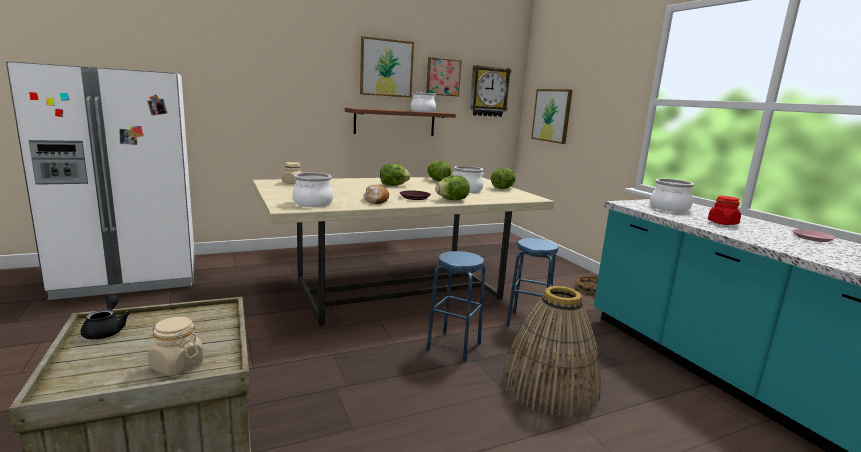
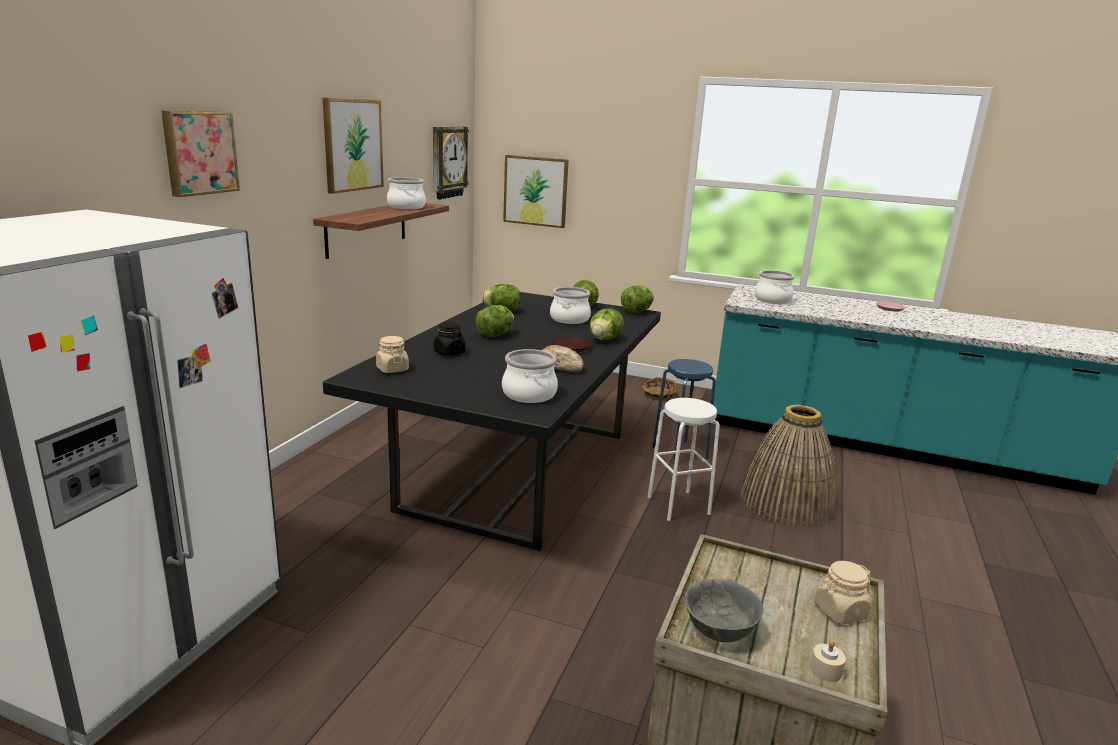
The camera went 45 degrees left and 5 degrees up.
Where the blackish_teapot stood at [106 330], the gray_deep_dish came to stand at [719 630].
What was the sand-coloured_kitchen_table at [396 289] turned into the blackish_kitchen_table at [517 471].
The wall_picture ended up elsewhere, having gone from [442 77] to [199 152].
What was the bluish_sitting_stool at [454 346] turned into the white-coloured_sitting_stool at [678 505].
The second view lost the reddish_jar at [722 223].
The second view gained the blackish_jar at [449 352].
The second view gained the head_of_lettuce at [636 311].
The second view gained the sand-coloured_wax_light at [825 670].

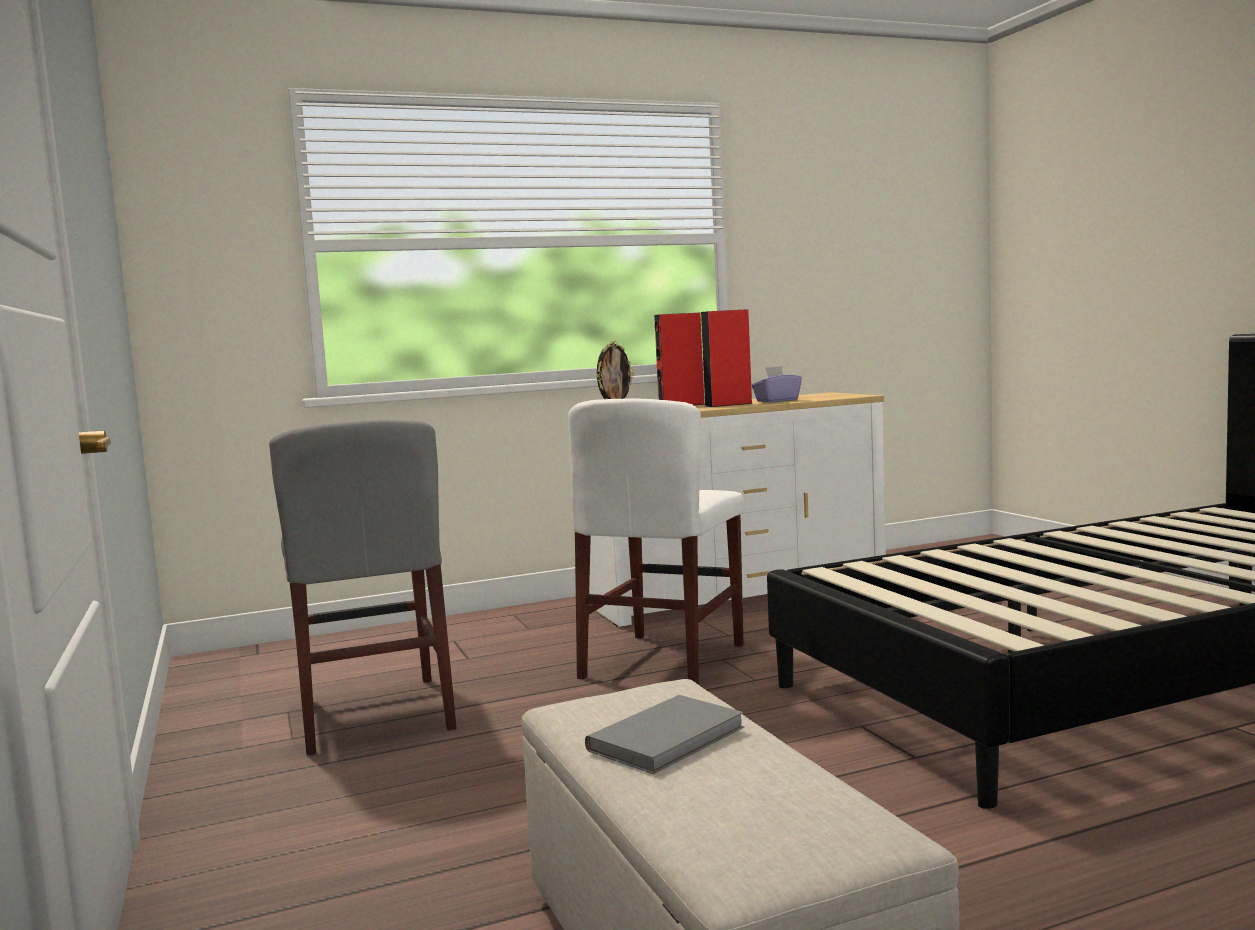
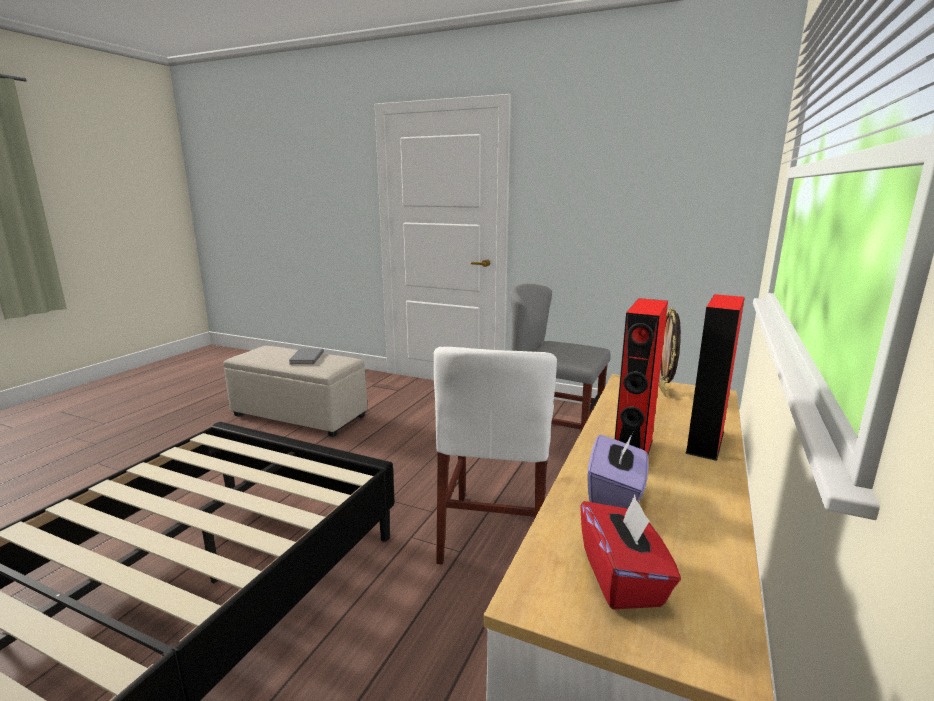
The camera went 135 degrees right and 10 degrees up.
The white-coloured_plain_chair at [664 661] ended up facing another way, 150 degrees counterclockwise from before.
The second view gained the reddish_tissue_box at [623 578].

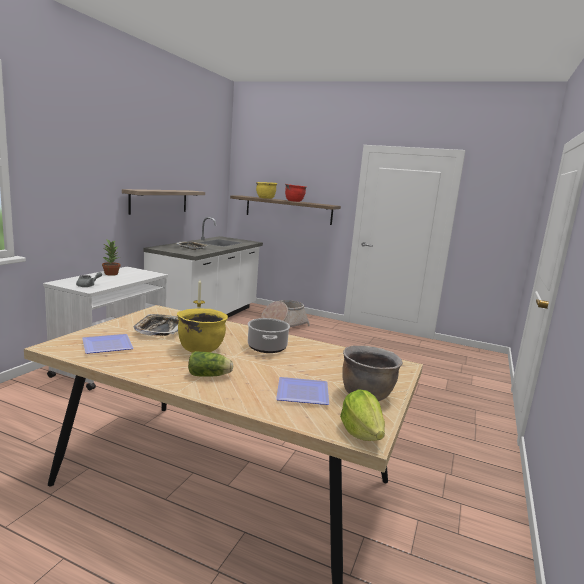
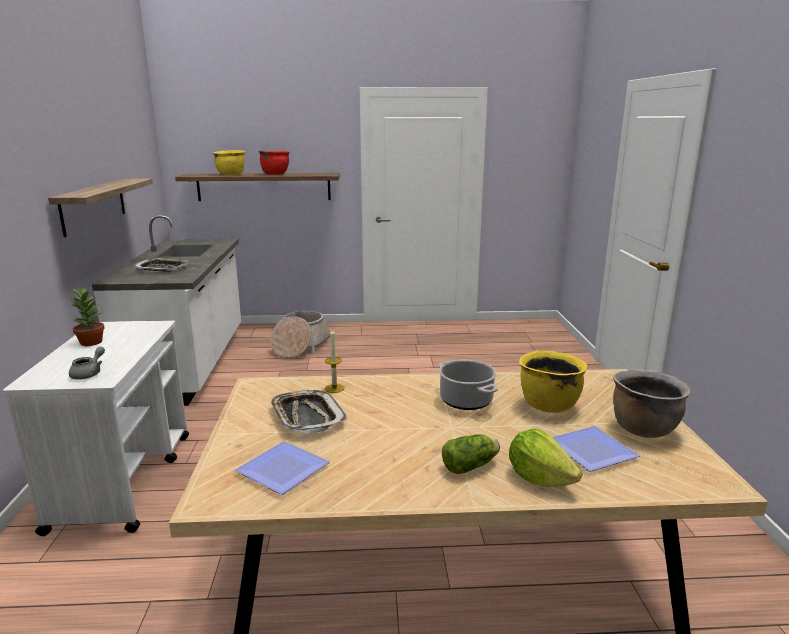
The camera went 25 degrees left and 5 degrees up.
The yellow_saucepot ended up elsewhere, having gone from [201 349] to [548 405].
The head_of_lettuce ended up elsewhere, having gone from [361 433] to [539 478].

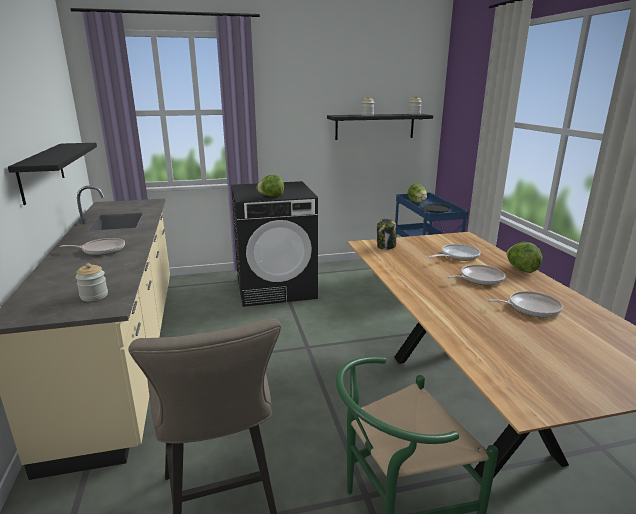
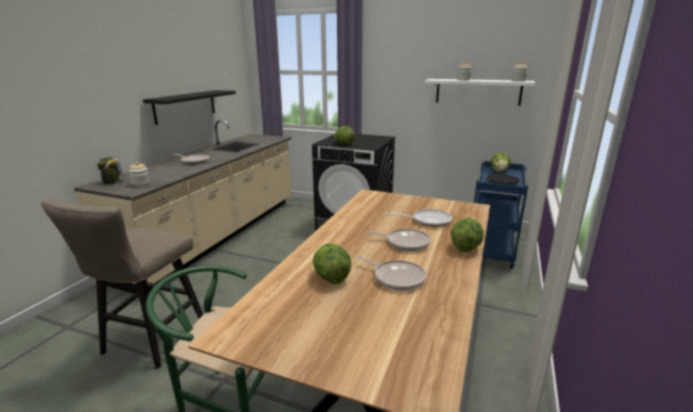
The camera went 35 degrees right and 0 degrees up.
What was the blackish_shelf at [375 126] turned into the white-coloured_shelf at [478 91].
The jar ended up elsewhere, having gone from [386 246] to [113 182].
The second view gained the head_of_lettuce at [330 277].

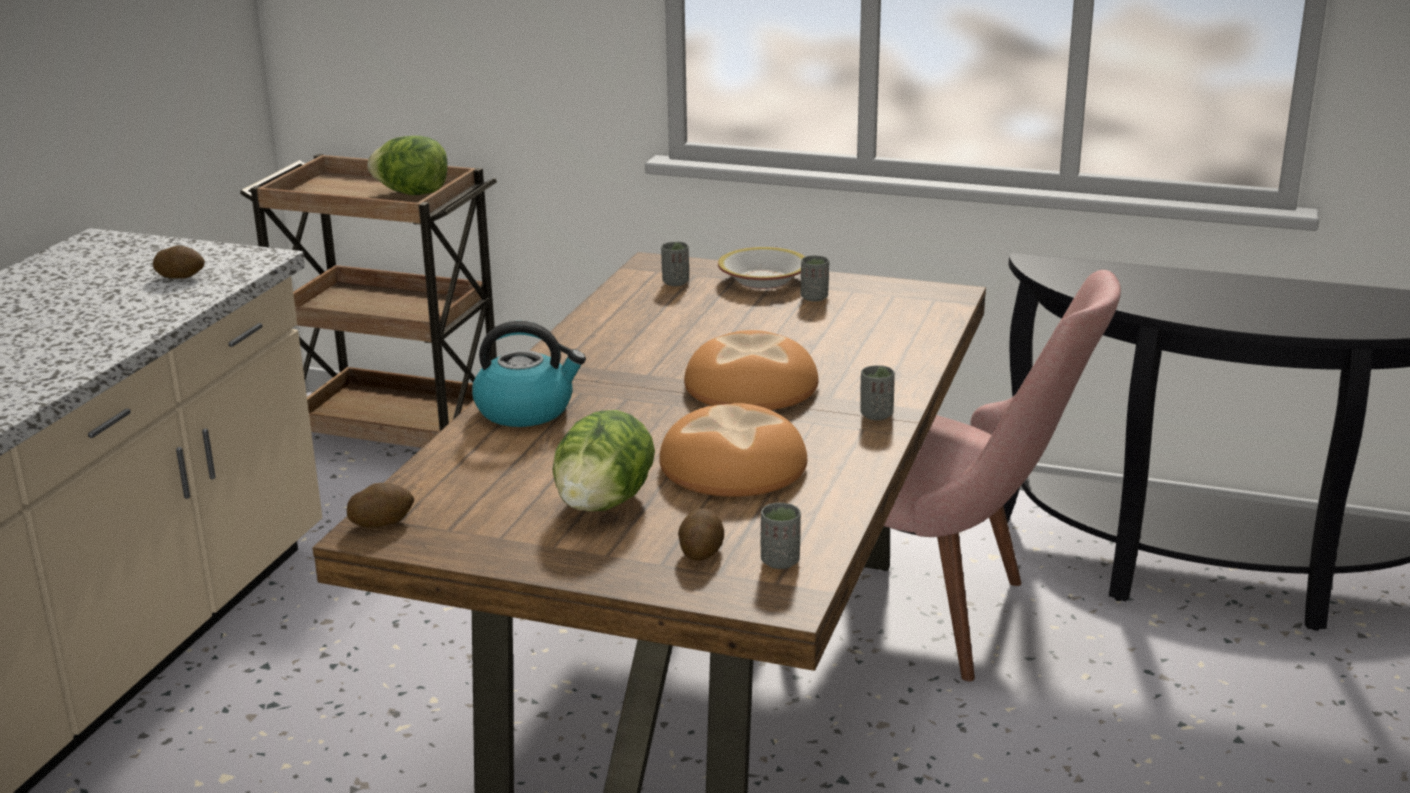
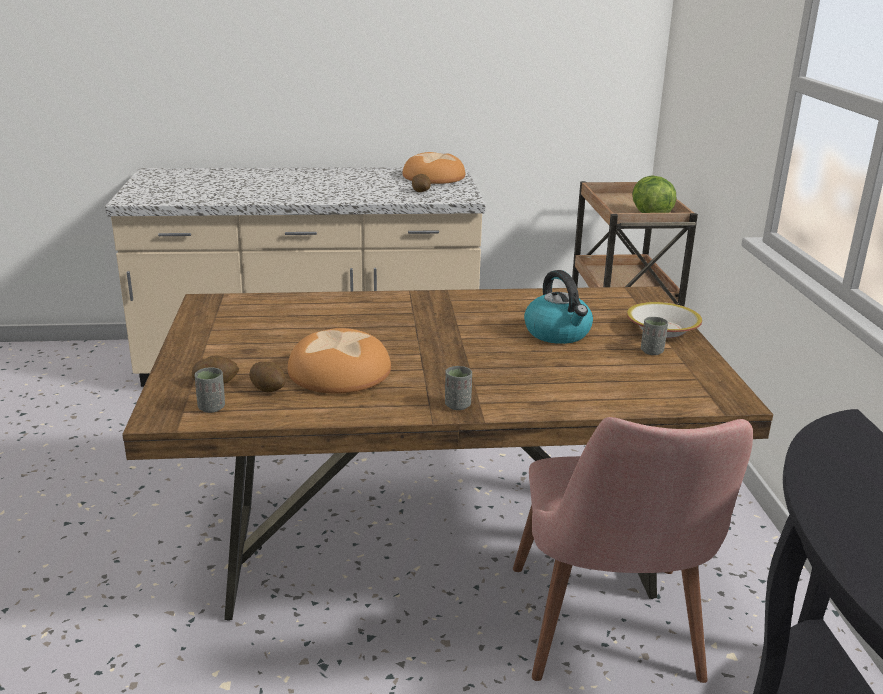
The camera went 65 degrees right and 0 degrees up.
The spud ended up elsewhere, having gone from [382 522] to [268 388].
The water_kettle ended up elsewhere, having gone from [526 410] to [558 333].
The second view lost the head_of_lettuce at [603 503].
The second view lost the gray_cup at [675 282].
The bakery_bread ended up elsewhere, having gone from [750 387] to [433 177].

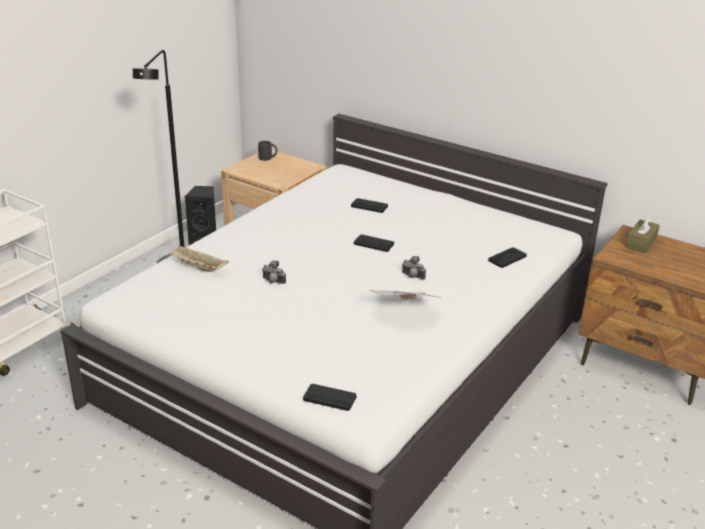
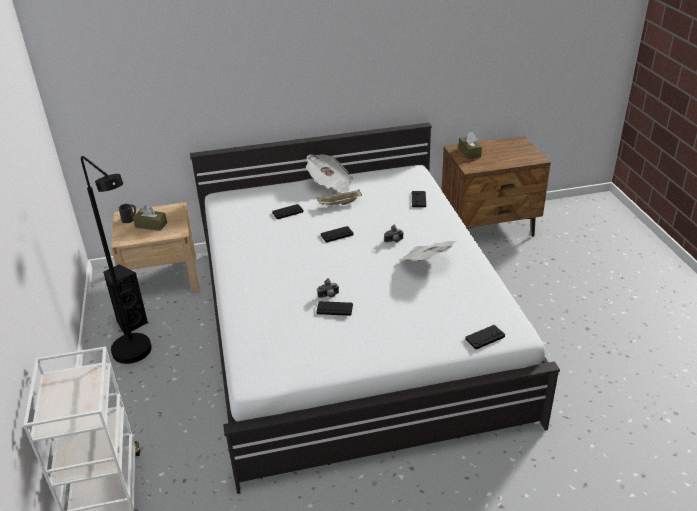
The camera went 45 degrees left and 5 degrees up.
The sand-coloured_carrying_tray ended up elsewhere, having gone from [198 267] to [339 204].
The second view gained the brown_tissue_box at [151 225].
The second view gained the printed_paper at [330 184].
The second view gained the blackish_joypad at [334 309].

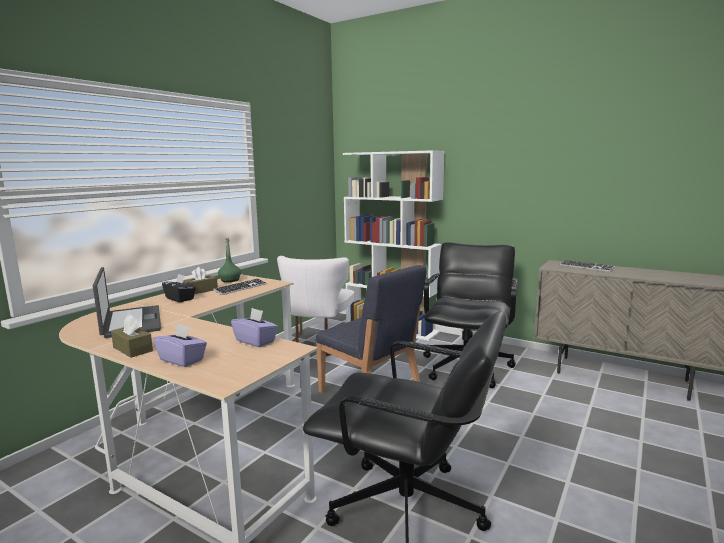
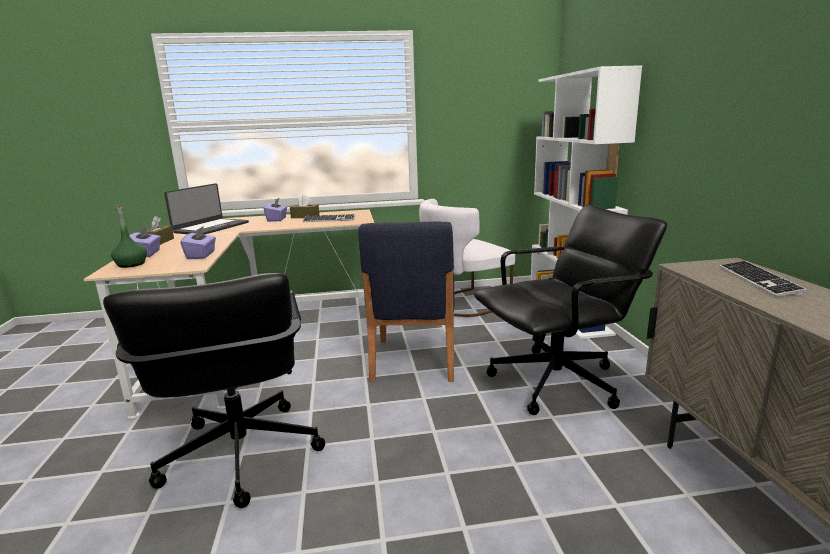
The camera went 50 degrees right and 5 degrees up.
What was the blackish_tissue_box at [180 299] turned into the purplish_tissue_box at [277 219].
The green_bottle ended up elsewhere, having gone from [230 280] to [131 264].

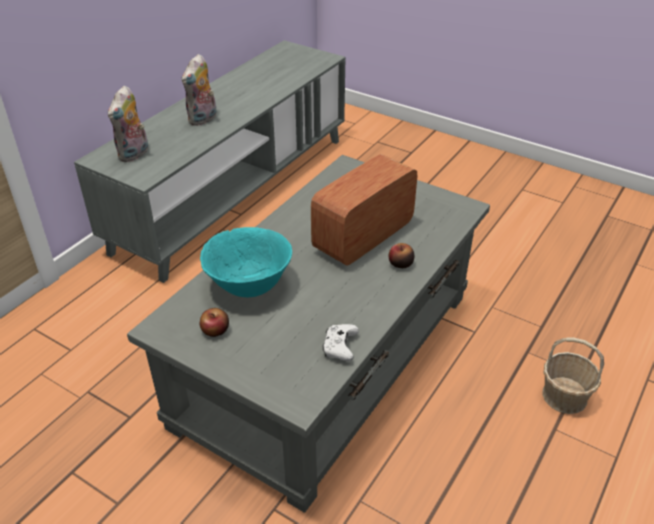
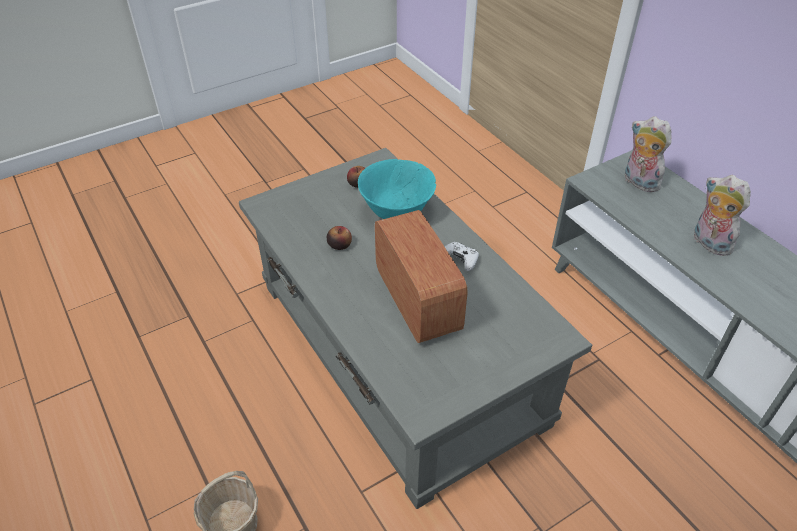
The camera went 115 degrees right and 5 degrees up.
The white-coloured_joypad ended up elsewhere, having gone from [340 347] to [459 260].
The apple ended up elsewhere, having gone from [400 263] to [339 245].

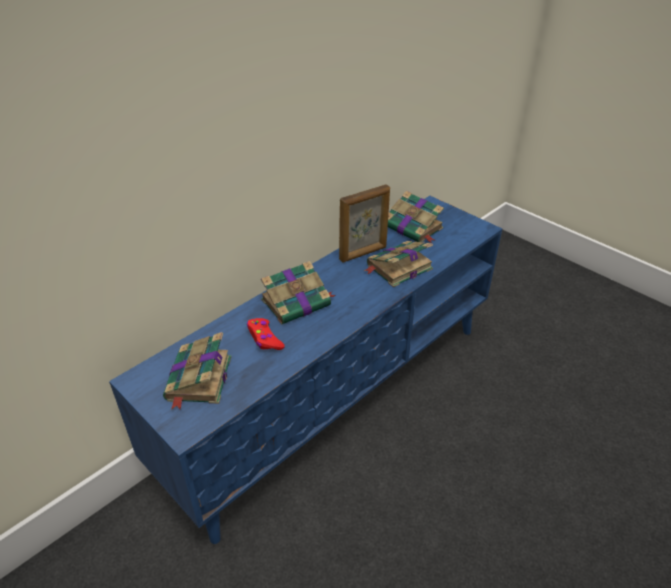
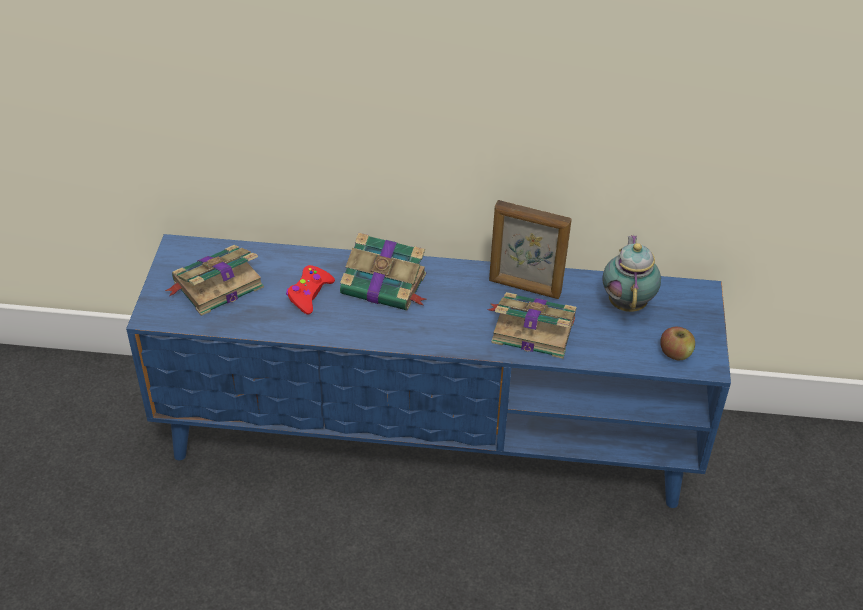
The camera went 50 degrees right and 5 degrees up.
Where the bound_book stood at [413 228], the teapot came to stand at [627 302].
The second view gained the apple at [675 353].

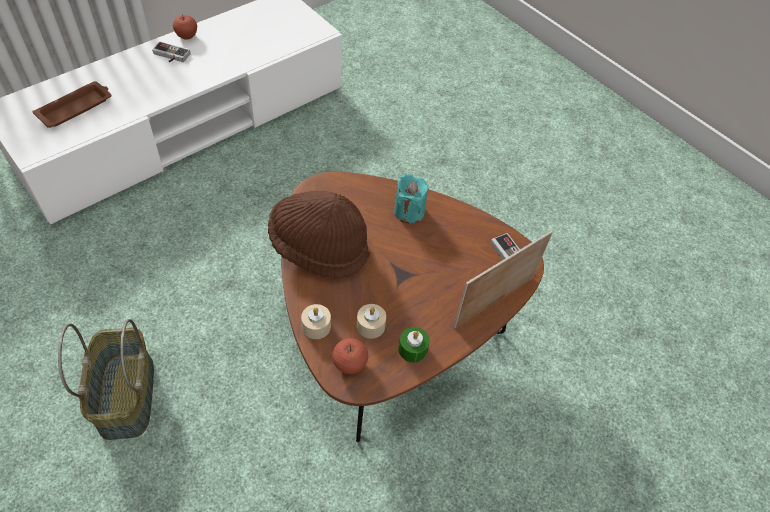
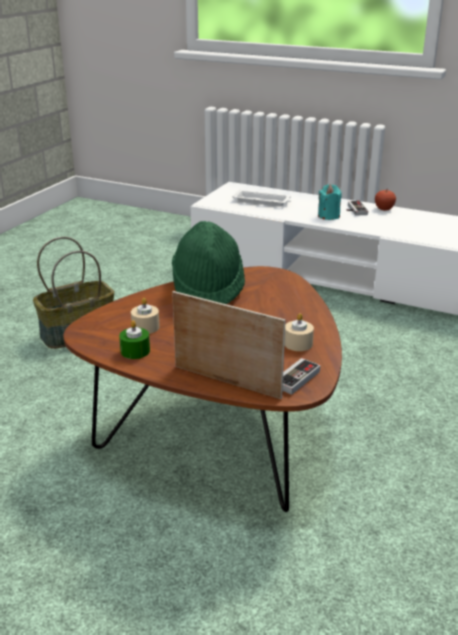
The camera went 70 degrees right and 25 degrees down.
What was the brown_carrying_tray at [76 108] turned into the white-coloured_carrying_tray at [262 201].
What was the brown_hat at [319 248] turned into the green_hat at [208 288].
The sand-coloured_wax_light ended up elsewhere, having gone from [316 326] to [298 343].
The second view lost the apple at [349 364].
The turquoise_wax_light ended up elsewhere, having gone from [409 211] to [328 216].

